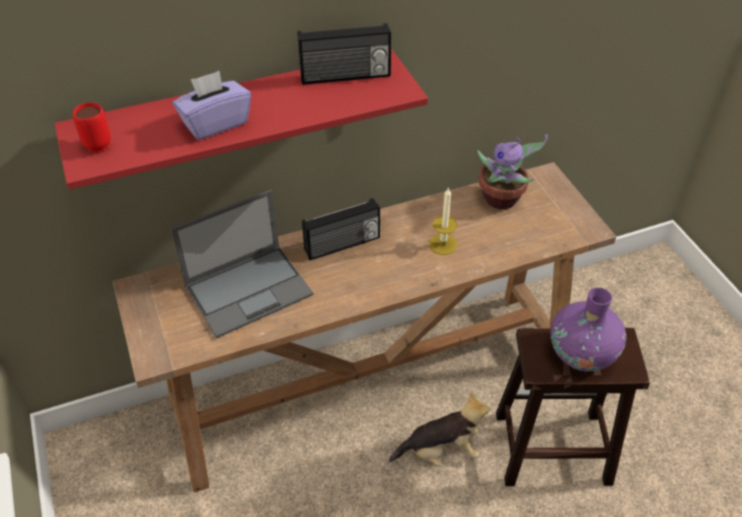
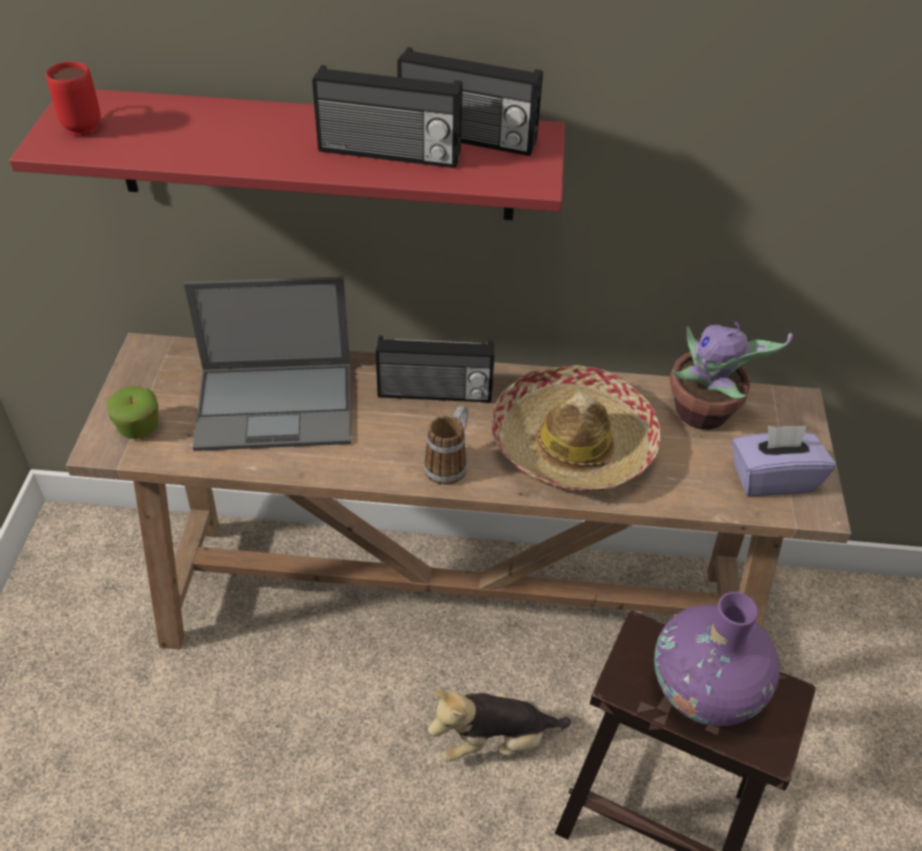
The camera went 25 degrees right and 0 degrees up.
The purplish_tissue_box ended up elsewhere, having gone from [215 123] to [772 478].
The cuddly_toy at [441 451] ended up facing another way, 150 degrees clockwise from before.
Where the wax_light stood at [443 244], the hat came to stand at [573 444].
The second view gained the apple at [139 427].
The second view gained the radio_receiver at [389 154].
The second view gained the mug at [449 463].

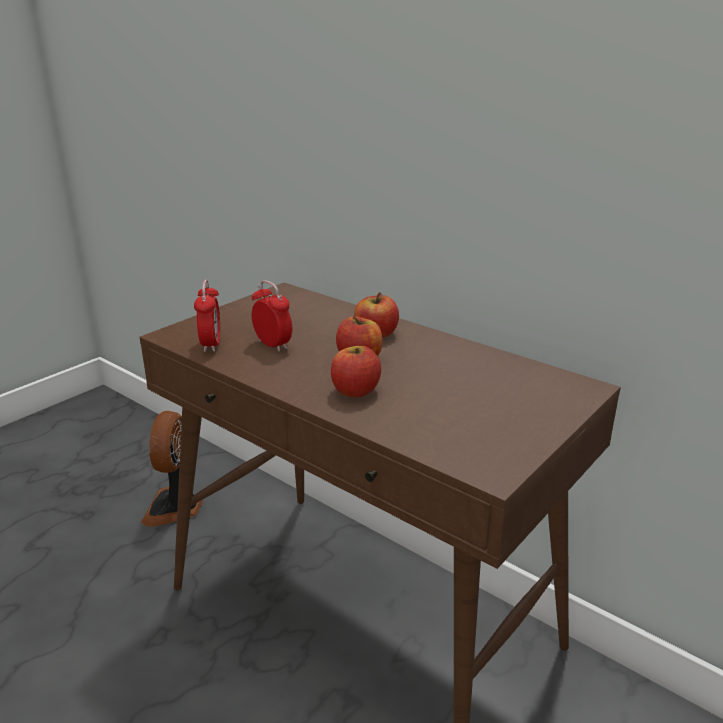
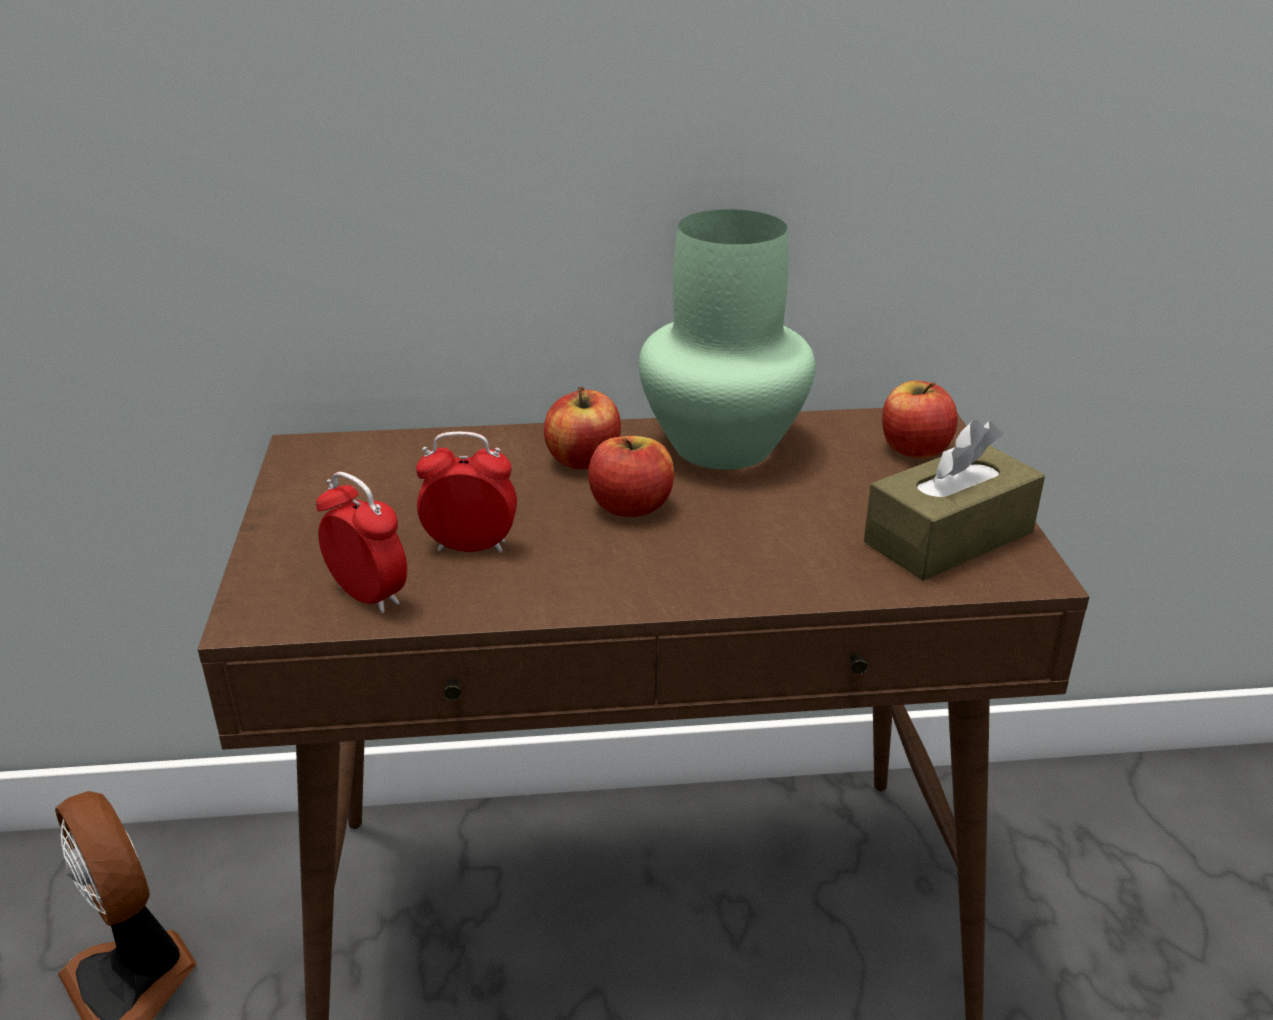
The camera went 45 degrees left and 5 degrees up.
The apple ended up elsewhere, having gone from [355 391] to [914 449].
The second view gained the green_flower_vase at [725 445].
The second view gained the brown_tissue_box at [948 537].

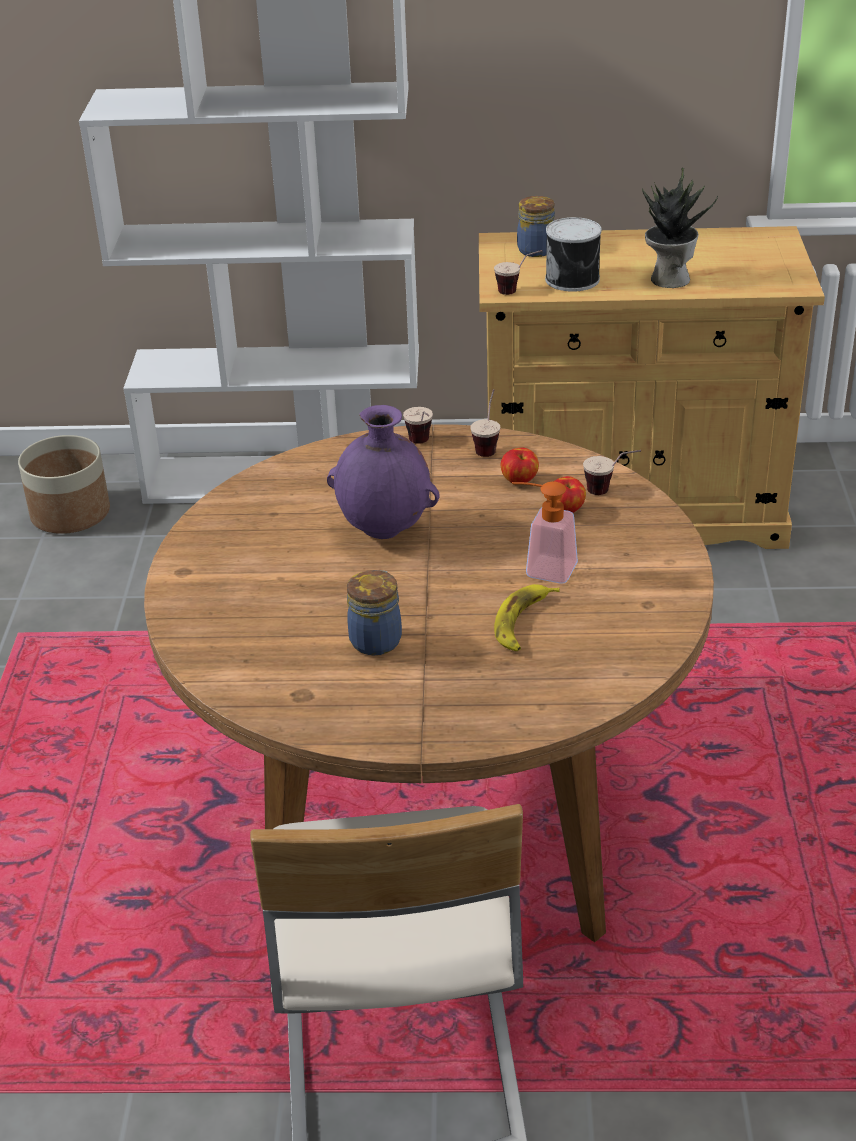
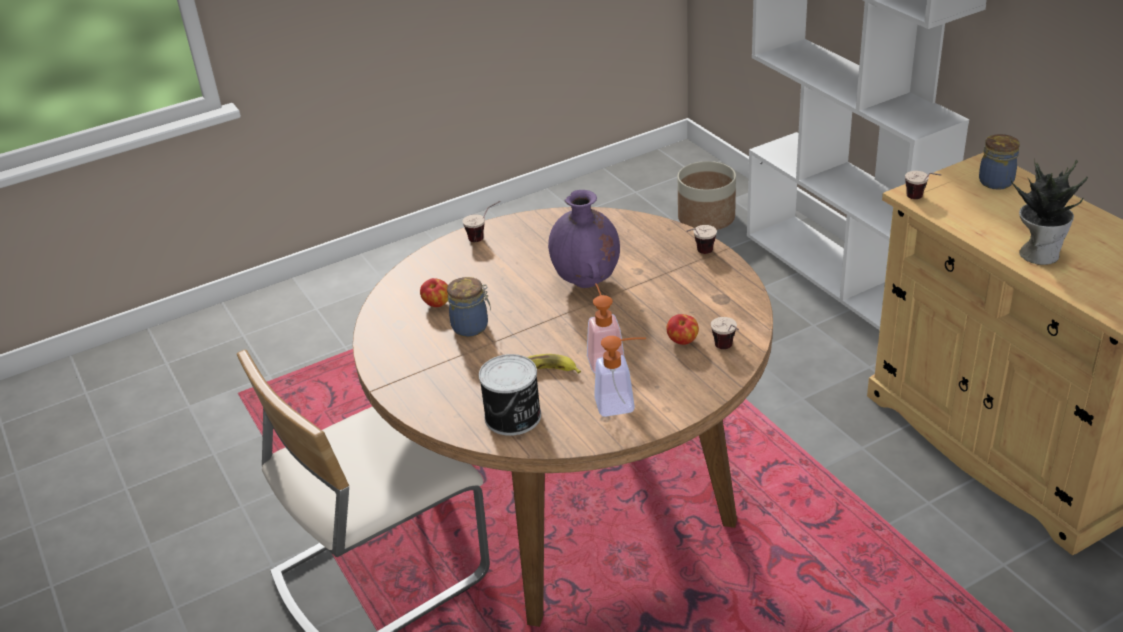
The camera went 60 degrees right and 0 degrees up.
The cup ended up elsewhere, having gone from [488 446] to [484 236].
The apple ended up elsewhere, having gone from [519 481] to [436 304].
The metal_can ended up elsewhere, having gone from [574 279] to [514 417].
The second view gained the soap_dispenser at [622 403].

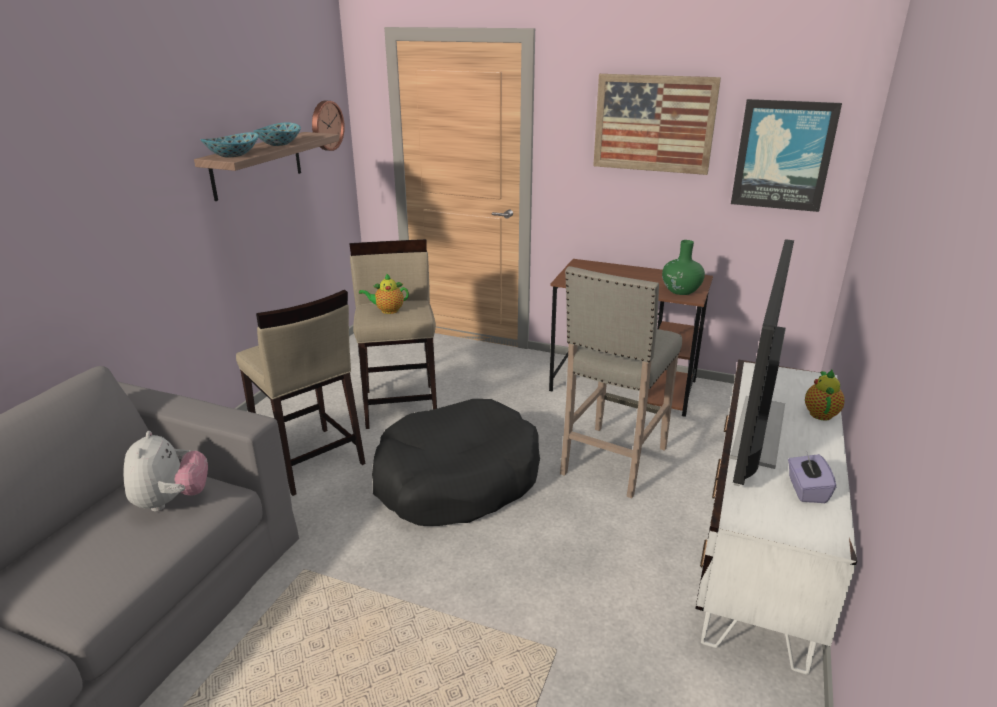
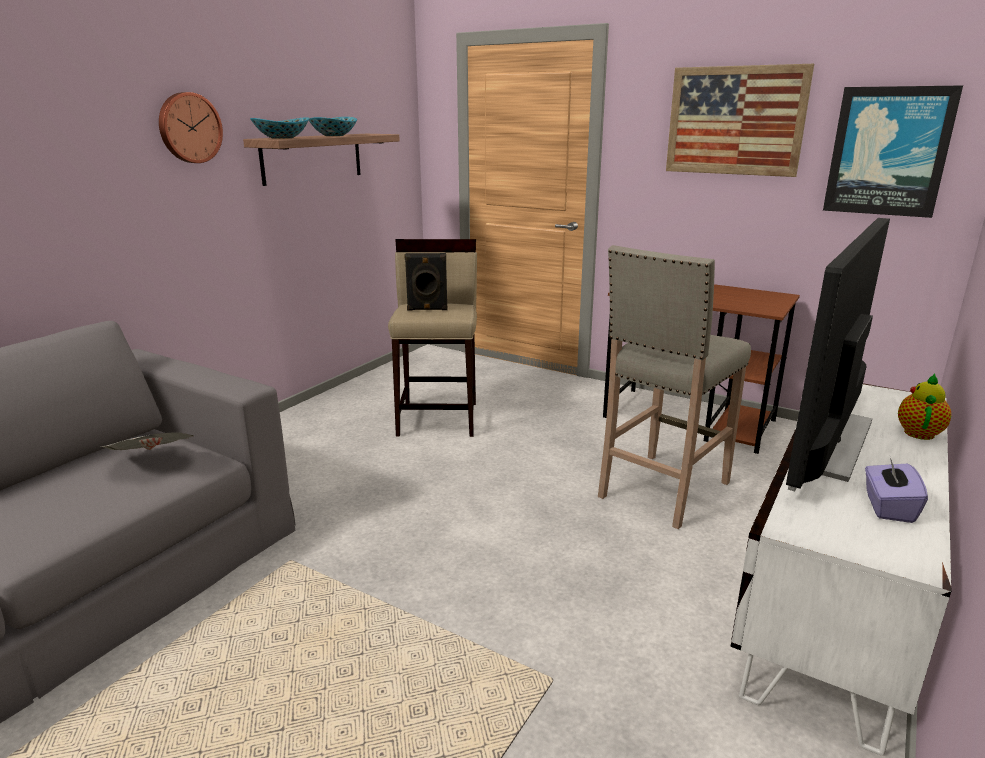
The camera went 10 degrees right and 5 degrees down.
Where the cuddly_toy stood at [171 501], the printed_paper came to stand at [154 461].
The second view lost the sand-coloured_sitting_stool at [309 461].
The clock_on_the_wall ended up elsewhere, having gone from [326 125] to [189 128].
Where the teapot stood at [387 310], the blackish_loudspeaker came to stand at [427 309].
The second view lost the blackish_dog_cushion at [457 480].
The second view lost the green_flower_vase at [681 291].

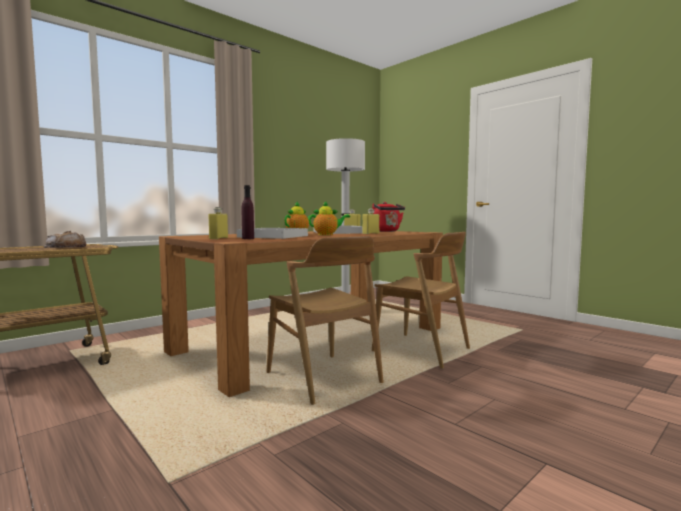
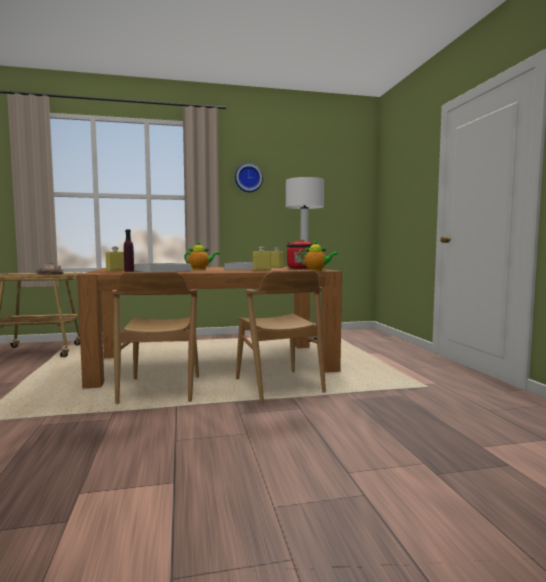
The camera went 30 degrees right and 0 degrees up.
The teapot ended up elsewhere, having gone from [327 235] to [317 270].
The second view gained the clock_on_the_wall at [248 178].

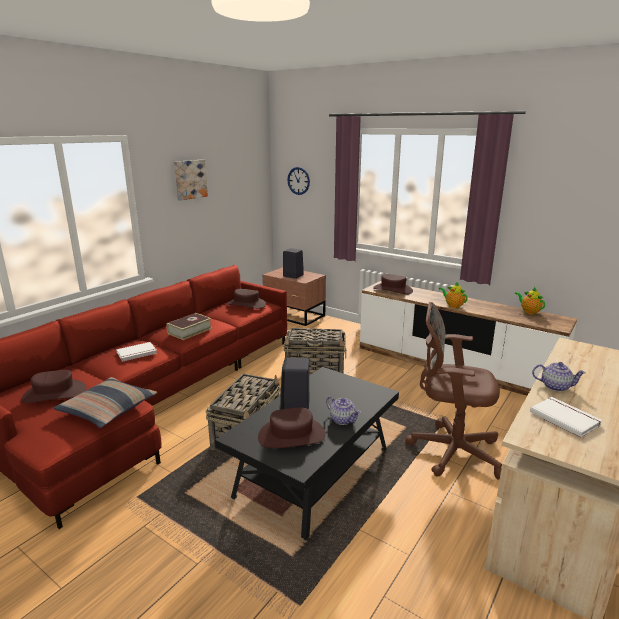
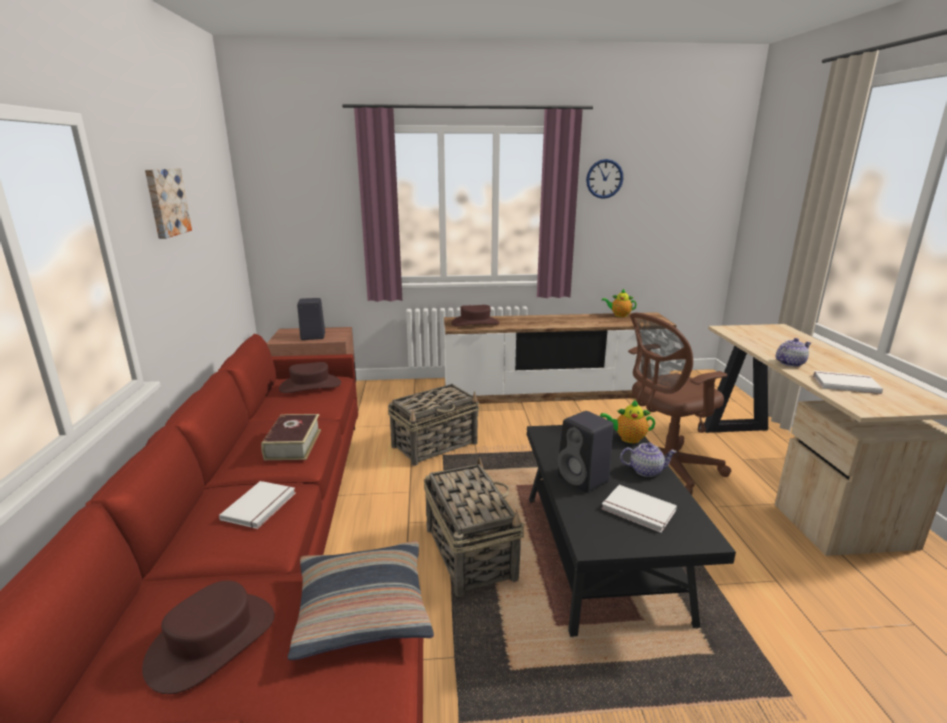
The camera went 40 degrees left and 0 degrees up.
Where the brown_hat stood at [291 436], the white-coloured_bound_book came to stand at [638 511].
The clock_on_the_wall ended up elsewhere, having gone from [298 181] to [604 179].
The teapot ended up elsewhere, having gone from [453 306] to [627 438].

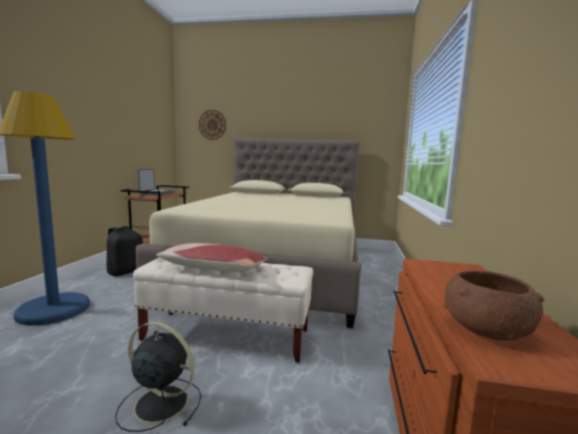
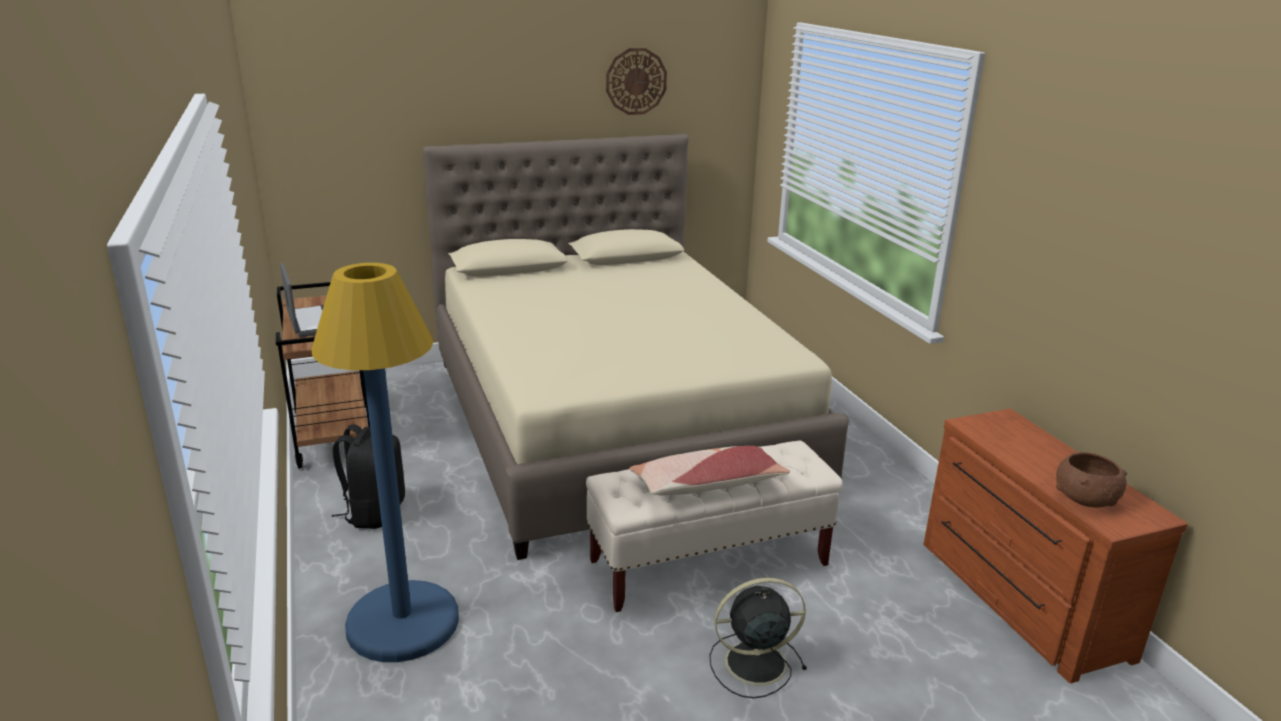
The camera went 30 degrees left and 15 degrees up.
The clock_on_the_wall ended up elsewhere, having gone from [212 125] to [636 81].

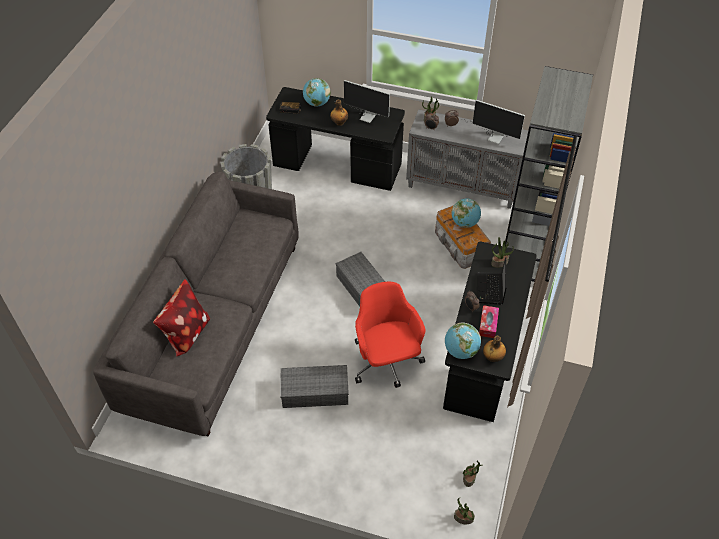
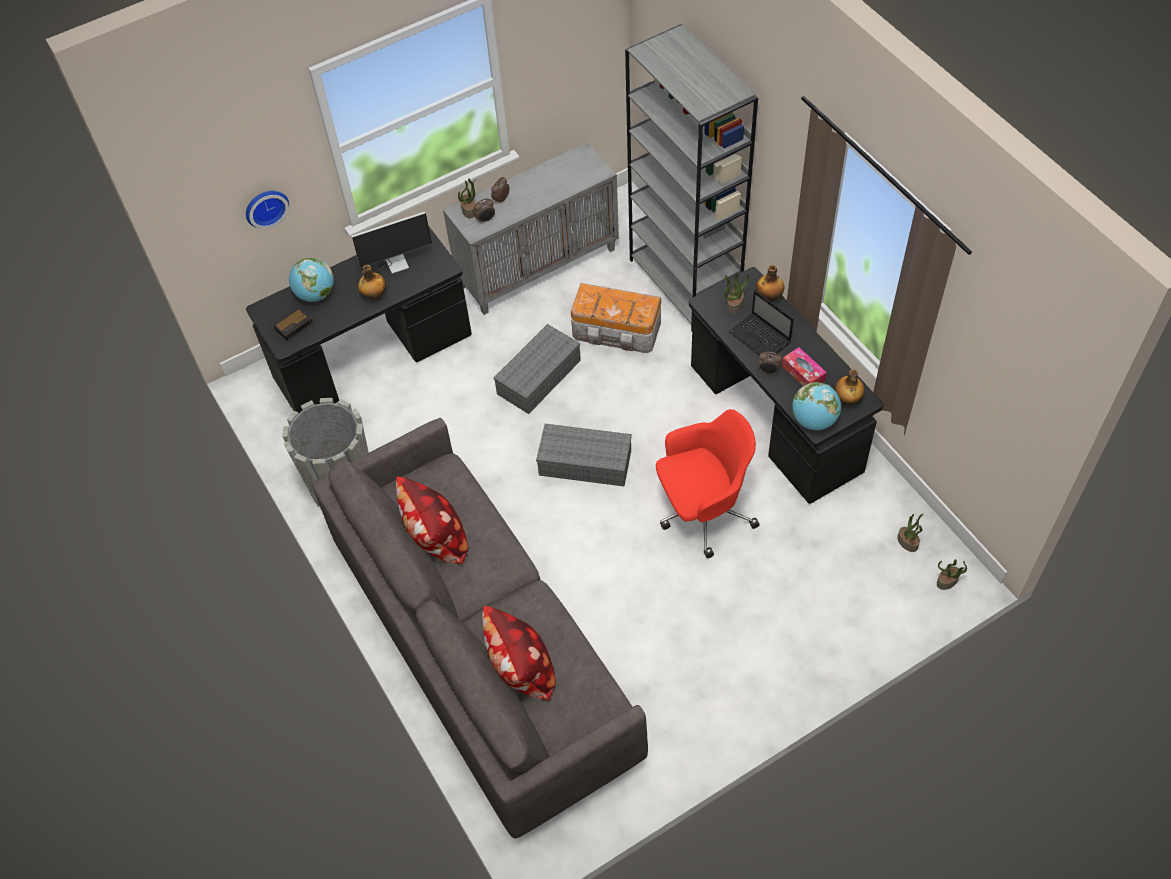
The camera went 45 degrees left and 5 degrees up.
The gray_storage_container ended up elsewhere, having gone from [316 391] to [539 376].
The reddish_computer_chair at [386 361] ended up facing another way, 135 degrees clockwise from before.
The second view lost the world_globe at [464 223].
The second view lost the monitor at [491 135].
The second view gained the clock_on_the_wall at [265 207].
The second view gained the cushion at [436 539].
The second view gained the bottle at [769 298].

